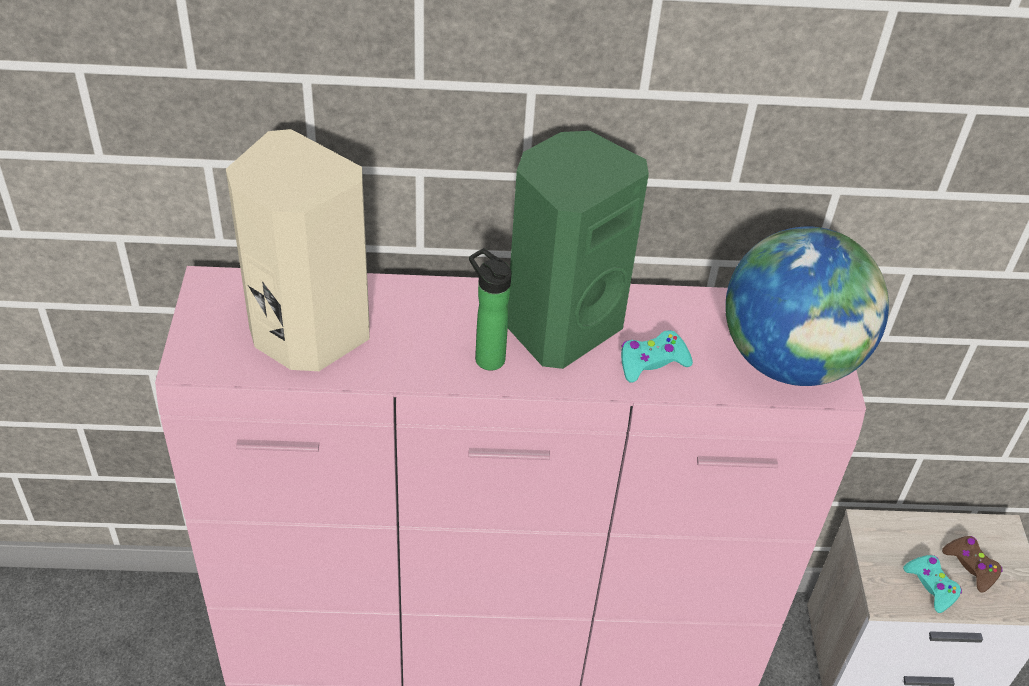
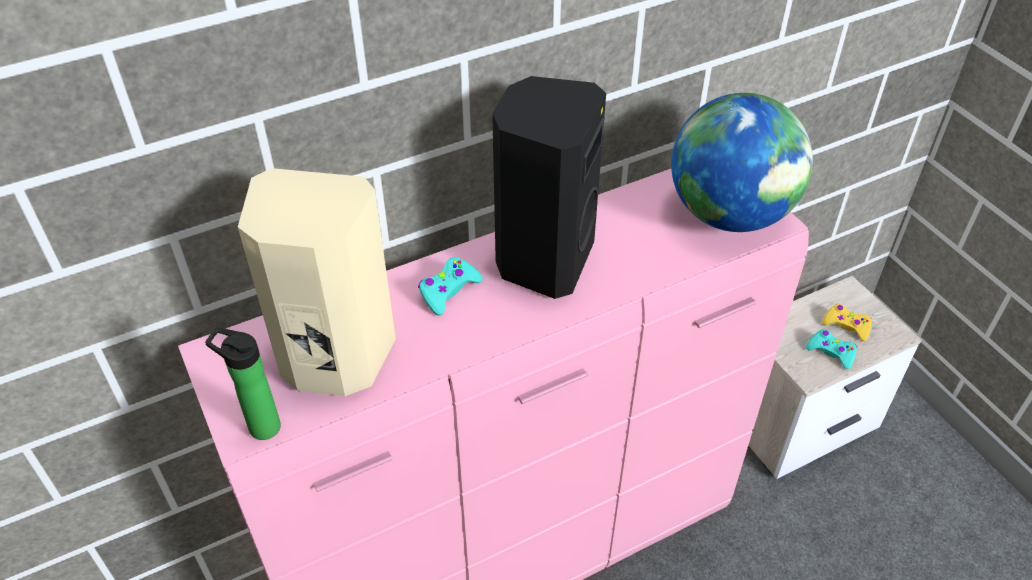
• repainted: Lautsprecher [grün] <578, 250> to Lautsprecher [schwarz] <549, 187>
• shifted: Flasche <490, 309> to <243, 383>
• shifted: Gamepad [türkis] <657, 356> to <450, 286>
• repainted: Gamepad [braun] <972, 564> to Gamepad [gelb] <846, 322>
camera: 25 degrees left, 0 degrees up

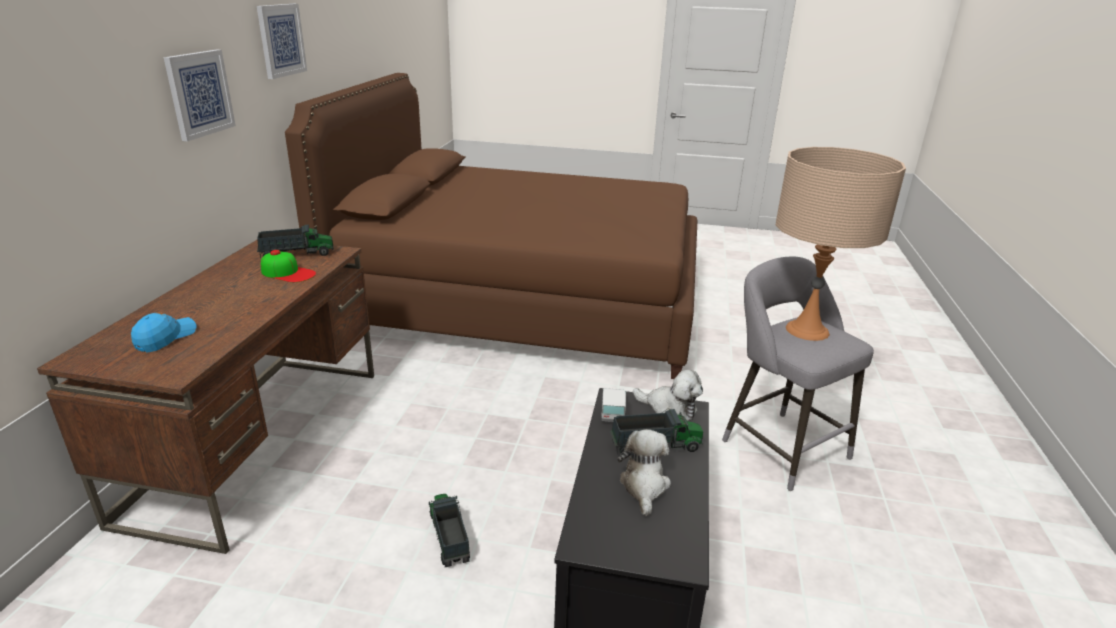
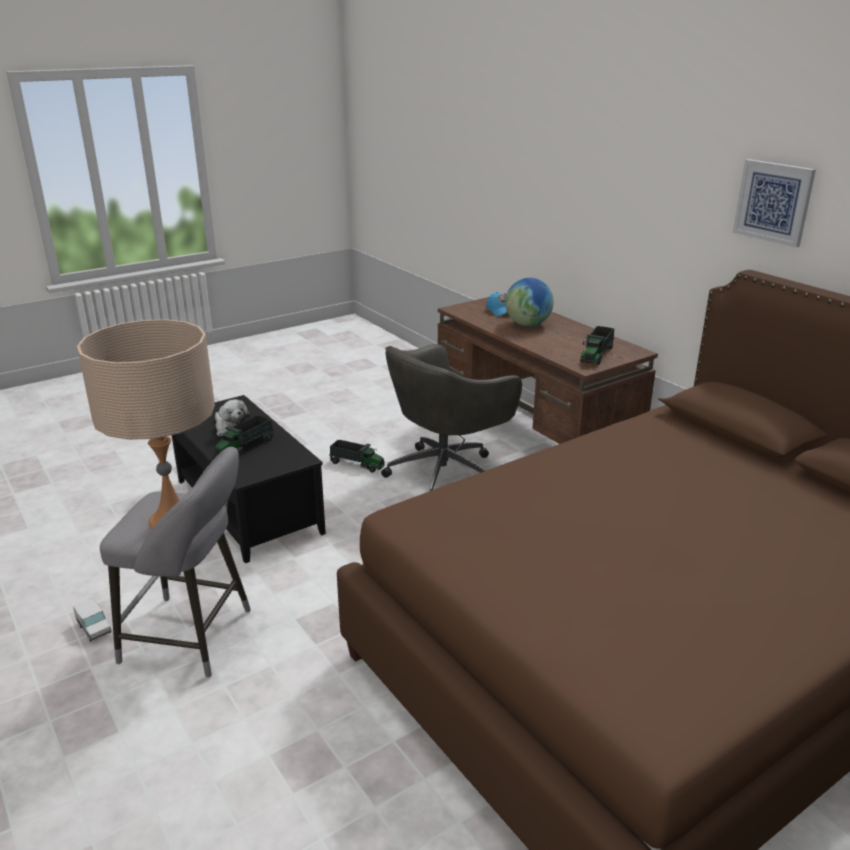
• gone: Bild <200, 95>
• gone: Kappe <288, 266>
• gone: Plüschtier <668, 395>
• shifted: Spielzeuglaster <613, 405> to <92, 620>
• new: Globus <529, 302>
• new: Bürostuhl [grau] <451, 417>
camera: 135 degrees right, 0 degrees up

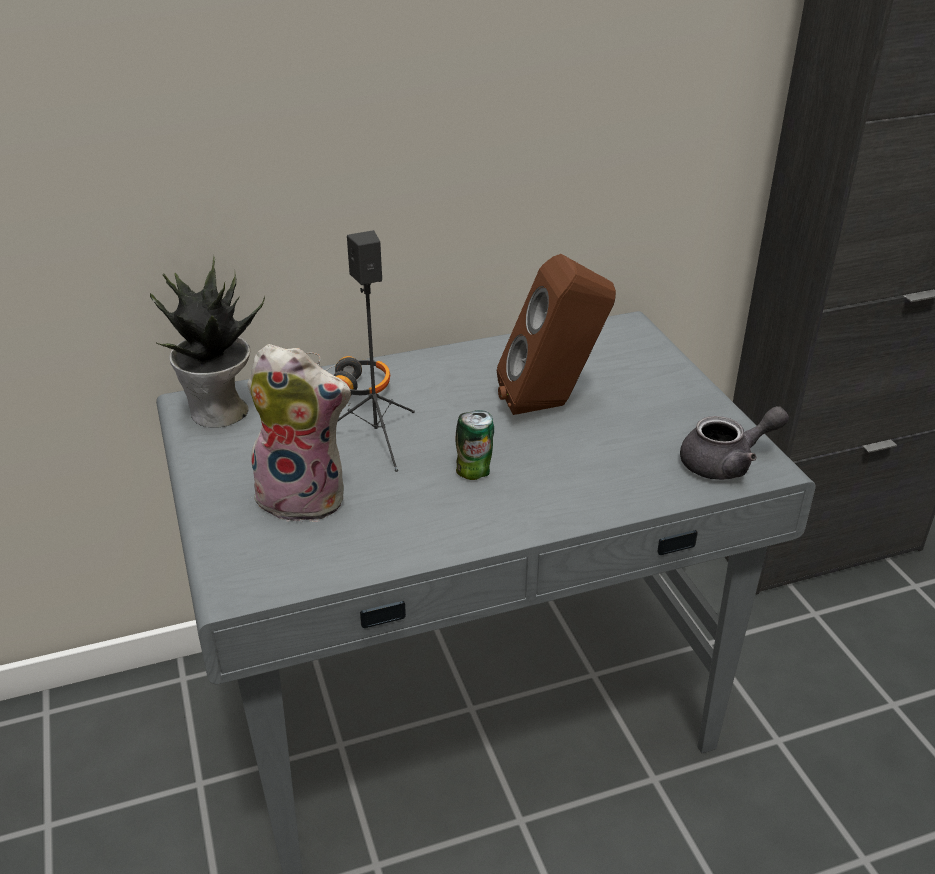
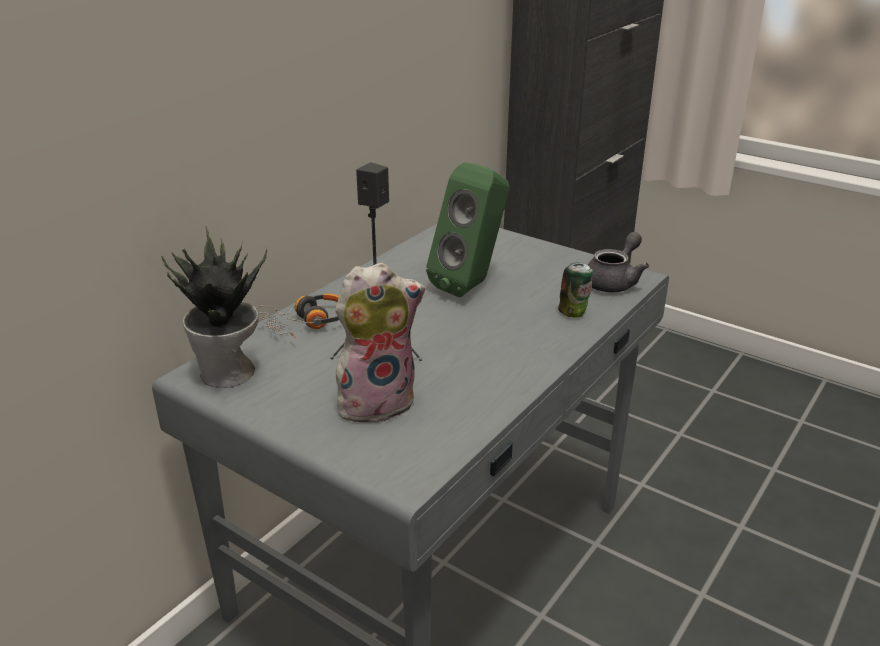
• repainted: Lautsprecher [braun] <556, 334> to Lautsprecher [grün] <467, 229>
• shifted: Dose <474, 445> to <575, 290>
camera: 35 degrees left, 5 degrees down

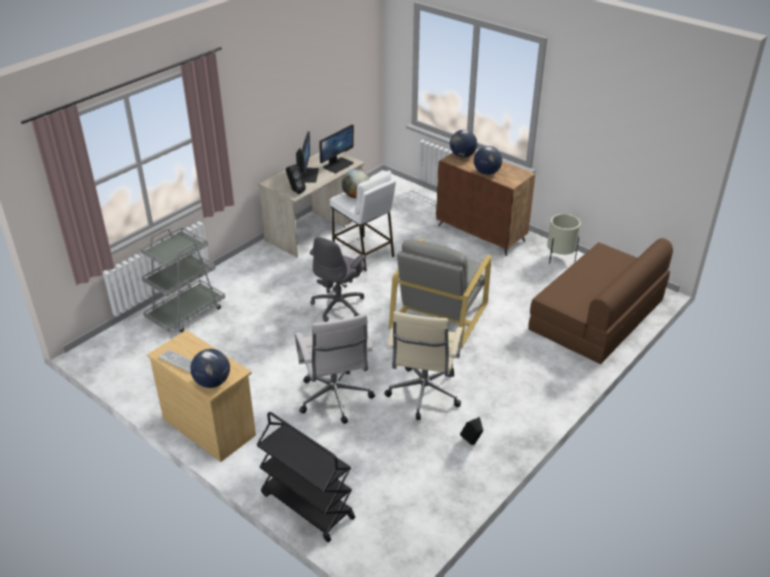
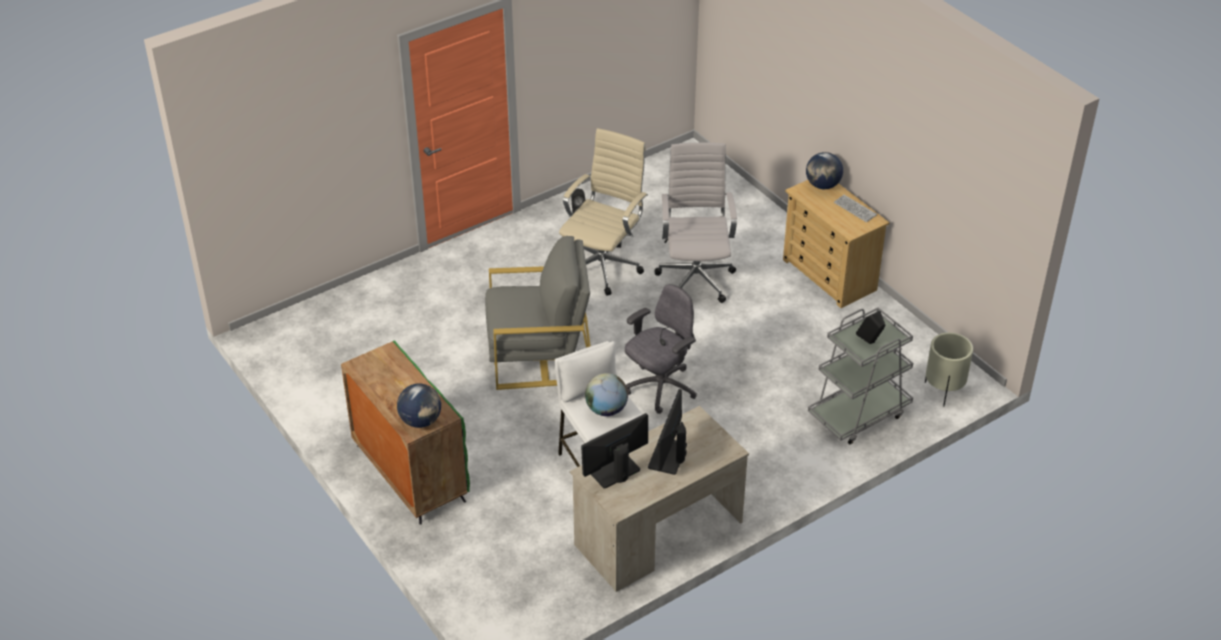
• gone: Globus <488, 160>
• repainted: Schrank [braun] <485, 203> to Schrank [grün] <405, 432>
• shifted: Lautsprecher [schwarz] <296, 179> to <870, 327>
• shifted: Pflanzkübel [beige] <564, 239> to <949, 369>
• gone: Sofa [braun] <600, 301>
• rotated: Sessel [grau] <440, 294> = <538, 313> 45 degrees clockwise
• gone: Rollwagen [schwarz] <305, 477>
camera: 165 degrees left, 5 degrees up

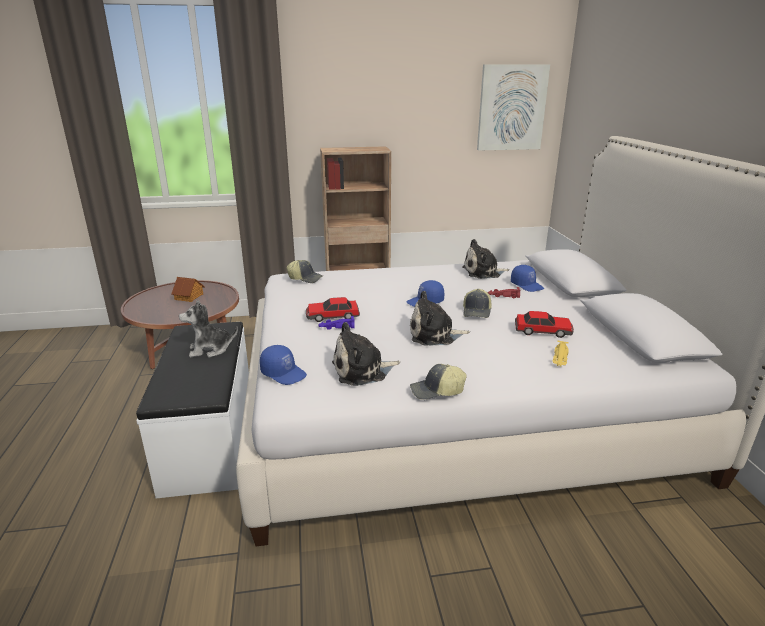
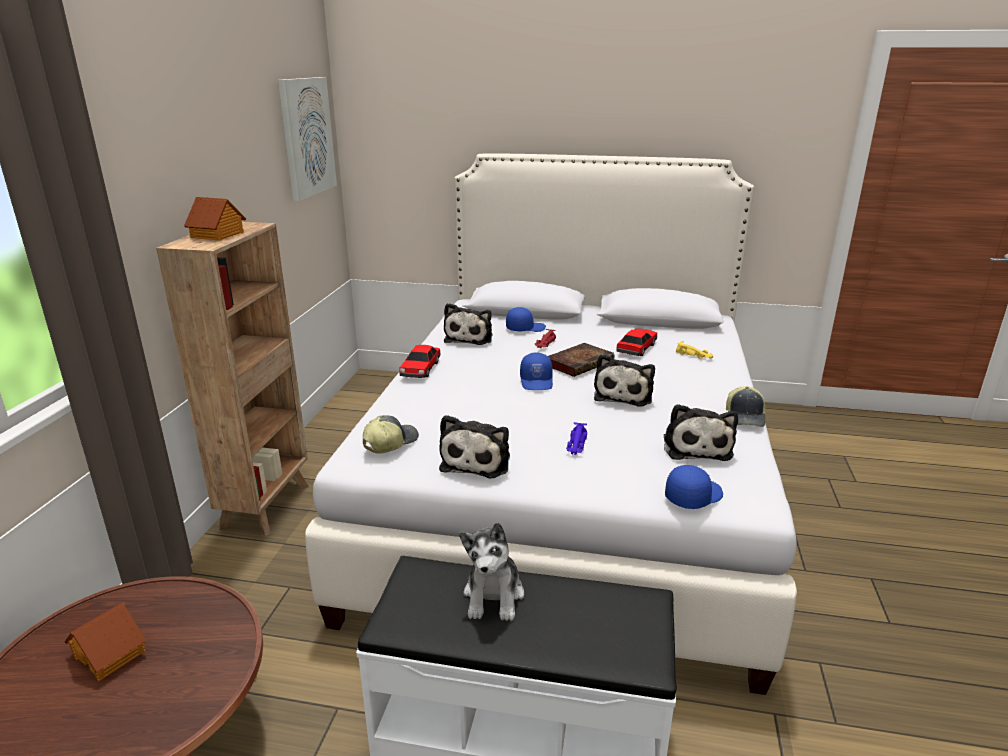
• swapped: Kappe <477, 303> to Buch <581, 360>
• shifted: Spielzeugauto <333, 309> to <419, 361>
• new: Spielzeughaus <215, 219>
• new: Plüschtier <474, 447>
camera: 70 degrees left, 0 degrees up

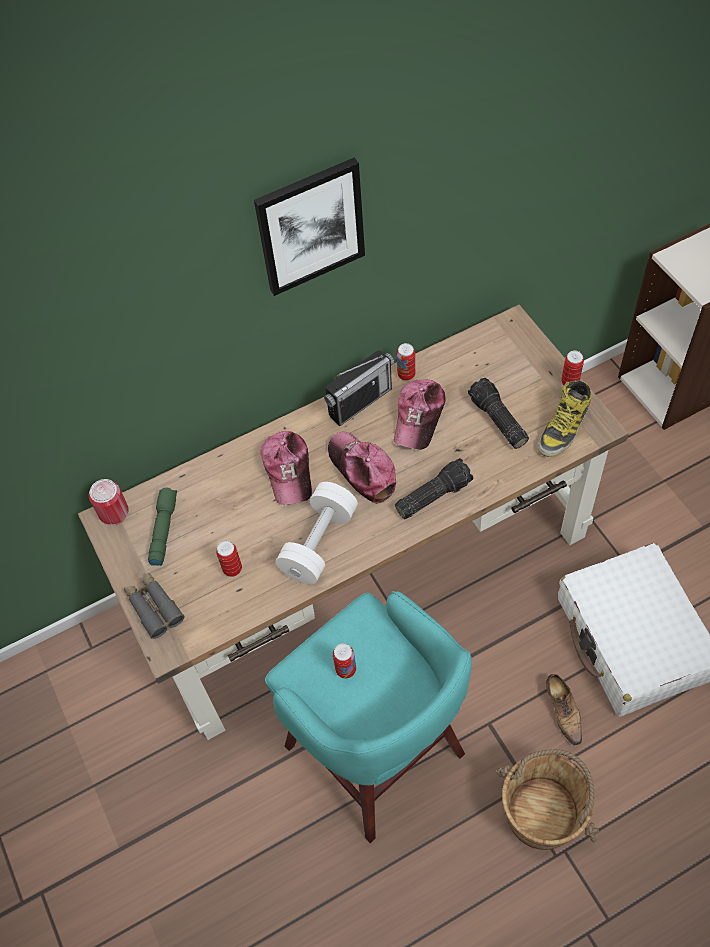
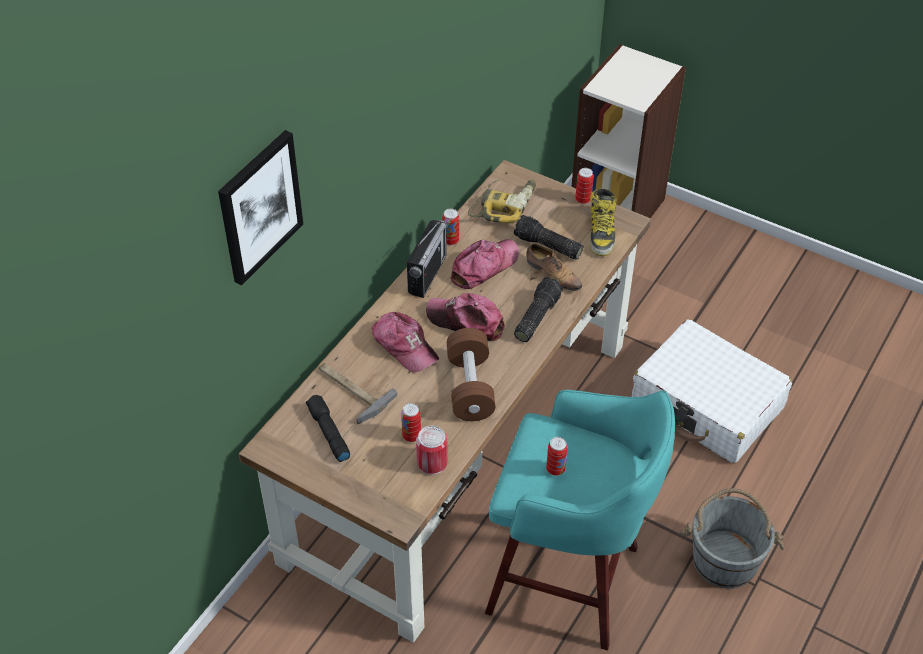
• shifted: Bild <309, 227> to <260, 207>
• rotated: Kappe <420, 414> = <484, 264> 120 degrees counterclockwise
• shifted: Dose <109, 502> to <432, 450>
• repainted: Hantel [weiß] <317, 533> to Hantel [braun] <471, 374>
• repainted: Taschenlampe [grün] <162, 527> to Taschenlampe [schwarz] <328, 428>
• gone: Fernglas [grau] <154, 606>
• shifted: Schuh <564, 710> to <554, 267>
• repainted: Eimer [braun] <547, 799> to Eimer [grau] <732, 538>
• new: Bohrmaschine <502, 201>
• new: Hammer <358, 393>
camera: 35 degrees left, 10 degrees down

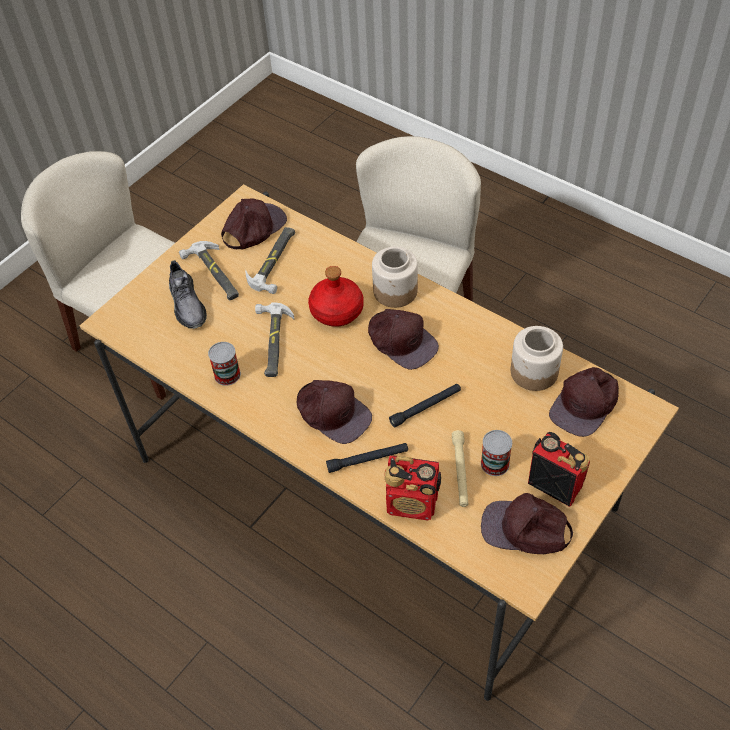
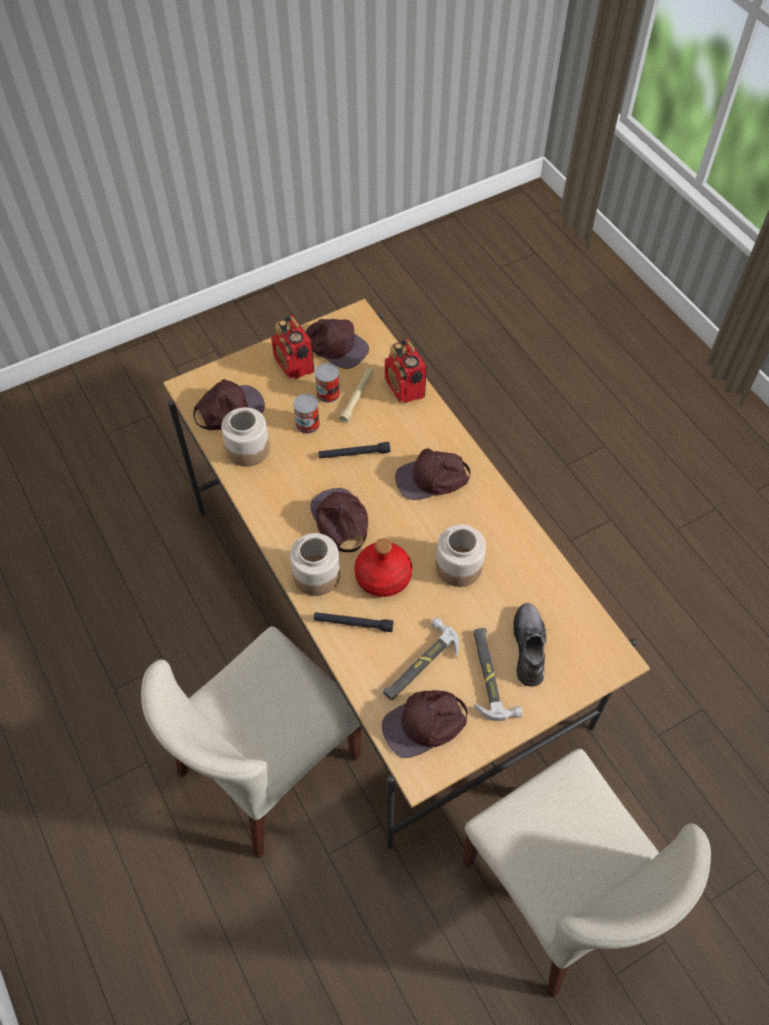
• swapped: Hammer <275, 340> to Vorratsglas <461, 555>
• shifted: Dose <224, 364> to <306, 414>
• rotated: Kappe [braun] <334, 412> = <432, 474> 75 degrees counterclockwise
• shifted: Taschenlampe [schwarz] <367, 458> to <354, 622>
• rotated: Radio <412, 488> = <406, 371> 150 degrees counterclockwise
camera: 160 degrees left, 5 degrees up

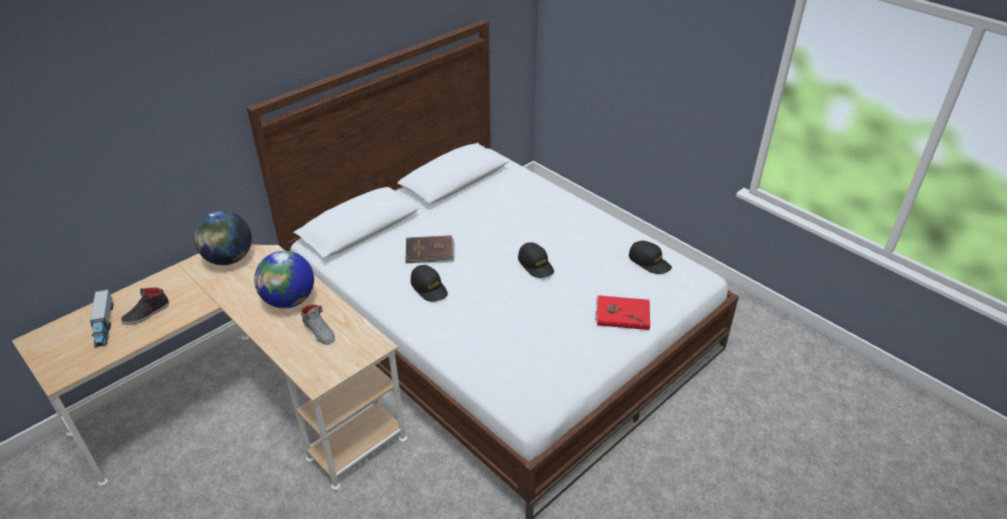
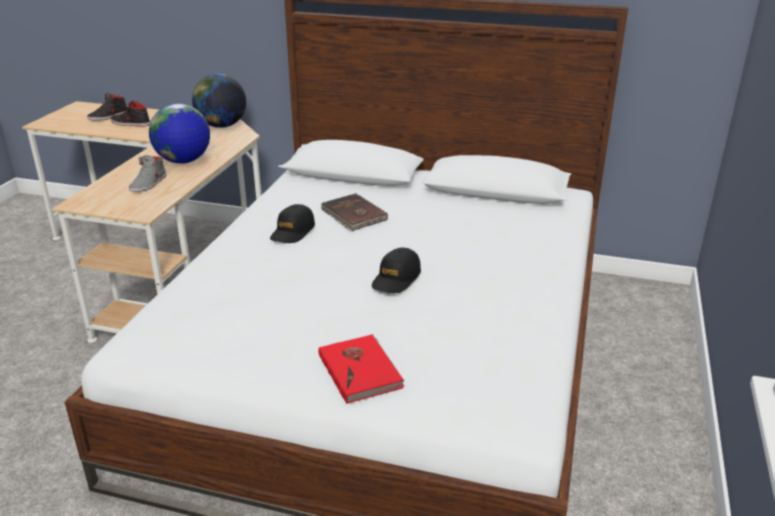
• gone: Kappe [schwarz] <650, 257>
• swapped: Spielzeuglaster <102, 318> to Schuh [schwarz] <107, 107>
camera: 60 degrees right, 10 degrees down

